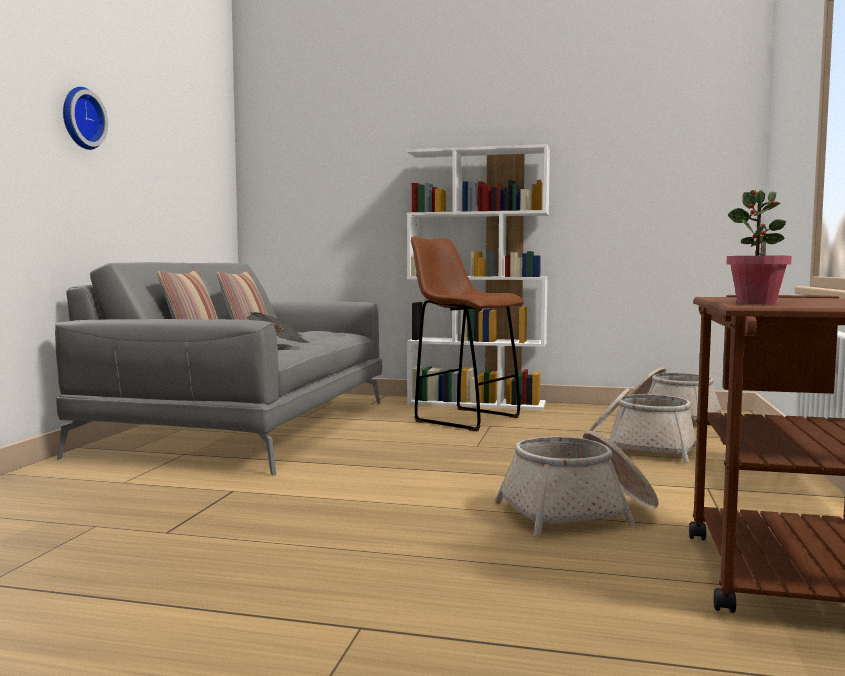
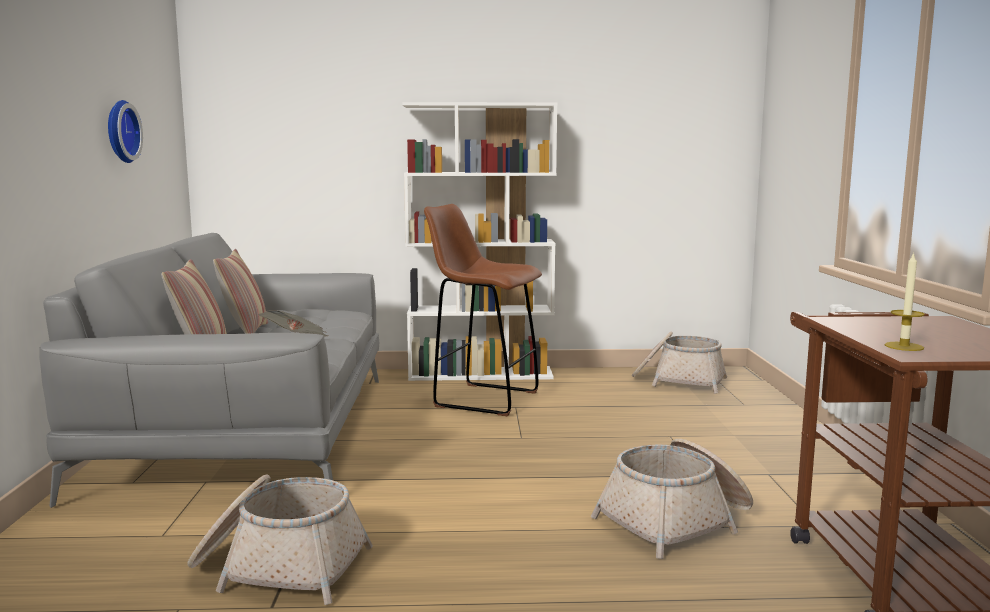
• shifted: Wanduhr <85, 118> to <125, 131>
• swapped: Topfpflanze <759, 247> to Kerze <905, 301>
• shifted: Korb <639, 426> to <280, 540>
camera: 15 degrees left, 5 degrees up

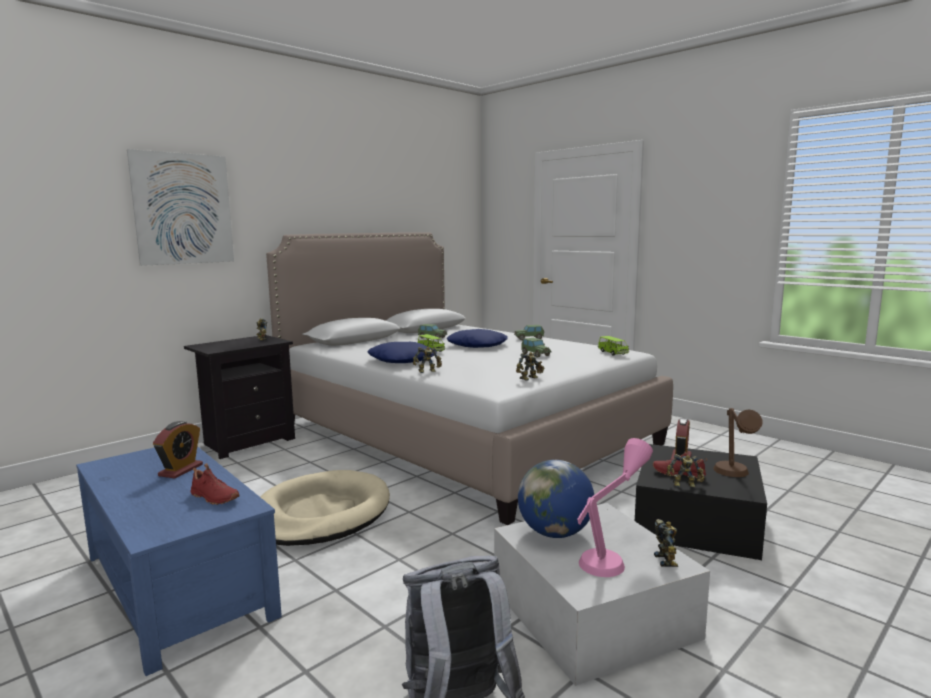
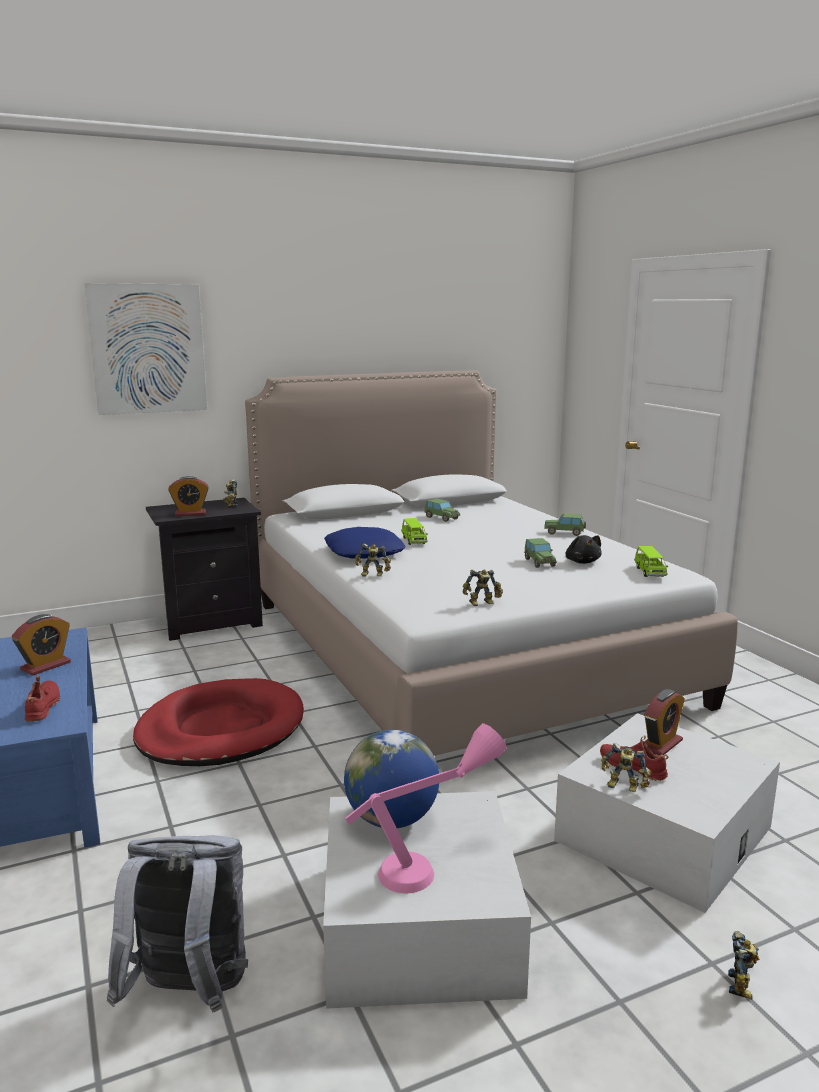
• gone: Kissen [blau] <477, 338>
• gone: Tischlampe [braun] <738, 442>
• repainted: Aufbewahrungsbox [schwarz] <701, 502> to Aufbewahrungsbox [weiß] <667, 813>
• rotated: Schuh [rot] <215, 484> = <42, 699> 150 degrees counterclockwise
• repainted: Hundebett [beige] <325, 508> to Hundebett [rot] <218, 722>
• shifted: Spielzeugroboter <666, 543> to <743, 965>
• new: Wecker <188, 496>
• new: Plüschtier [schwarz] <583, 549>
camera: 20 degrees right, 5 degrees up

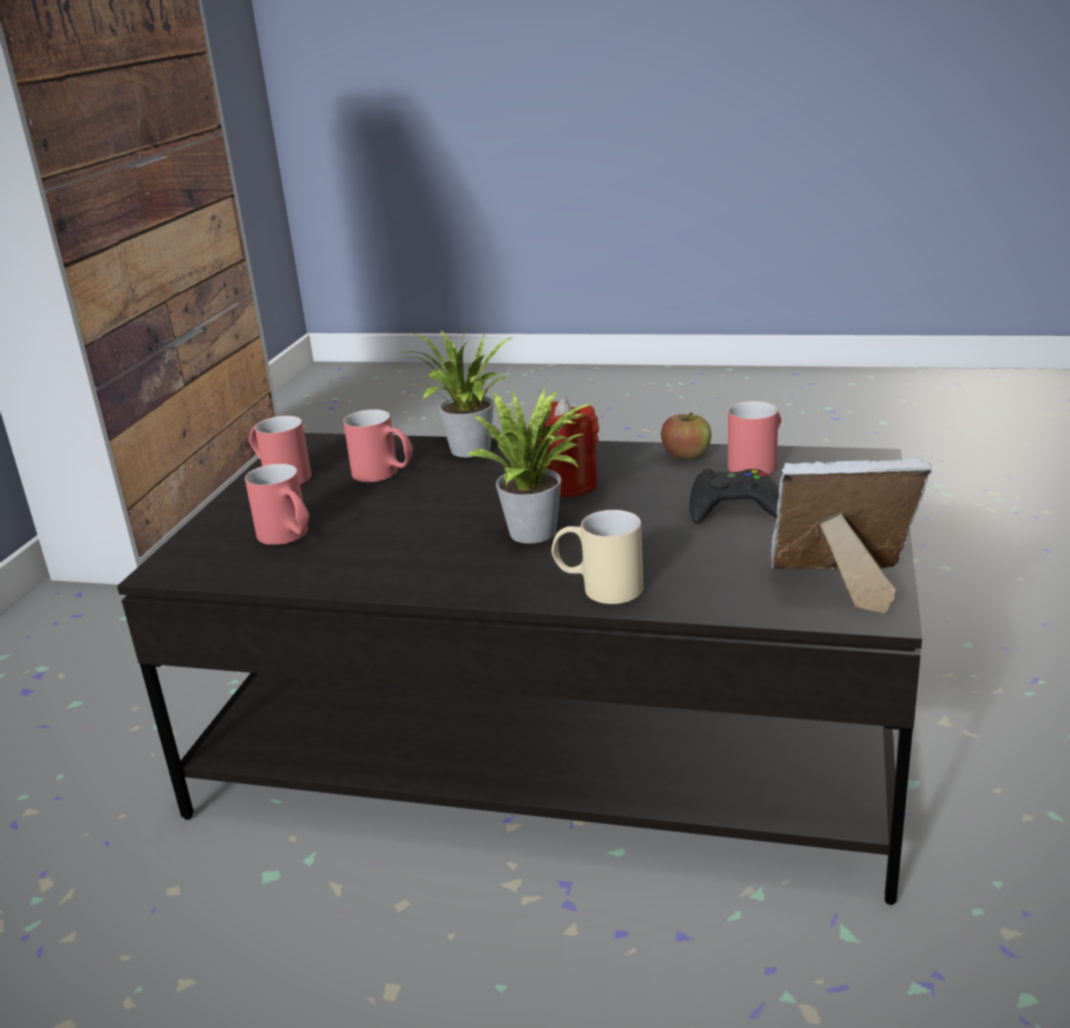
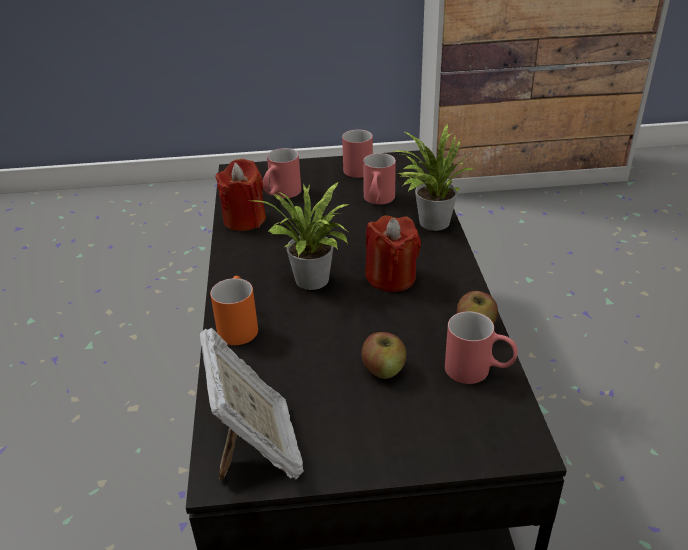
• swapped: Gamepad [schwarz] <734, 496> to Apfel <383, 355>
• repainted: Henkelbecher [beige] <597, 557> to Henkelbecher [orange] <234, 310>
• new: Kerze [rot] <240, 195>
camera: 70 degrees right, 10 degrees up

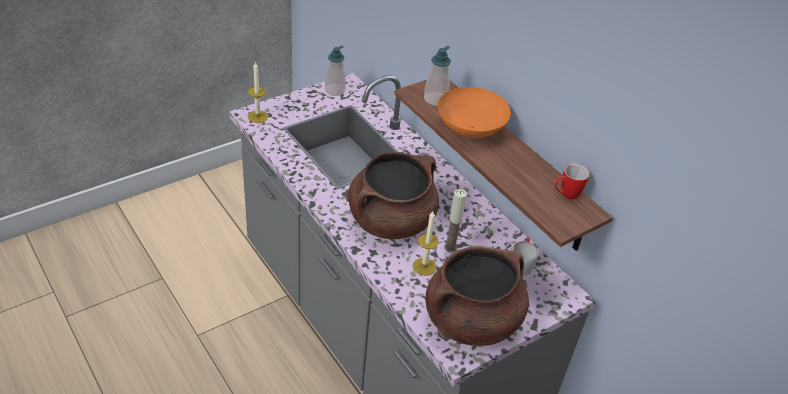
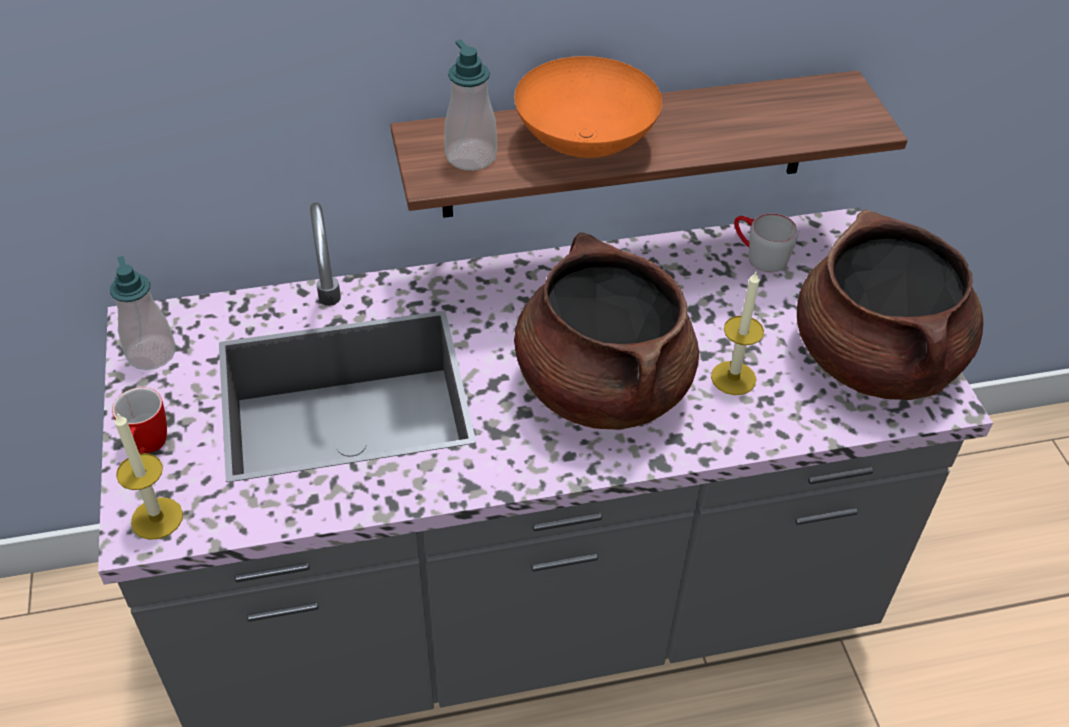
• shifted: Henkelbecher <572, 182> to <139, 420>
• gone: Kerze <455, 220>
camera: 65 degrees left, 5 degrees up

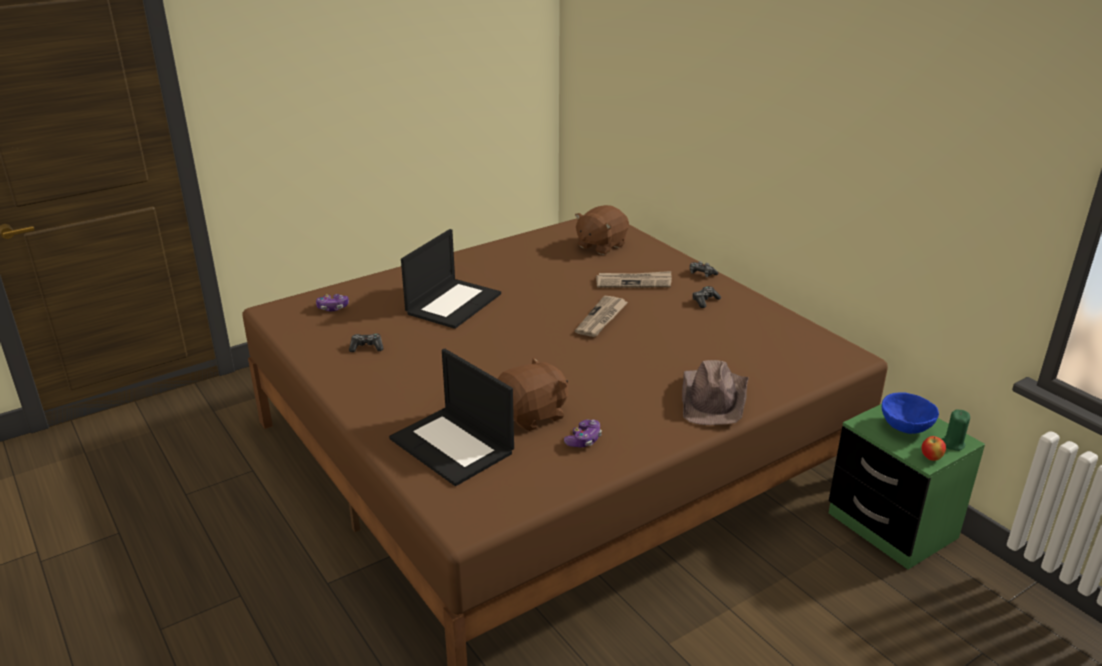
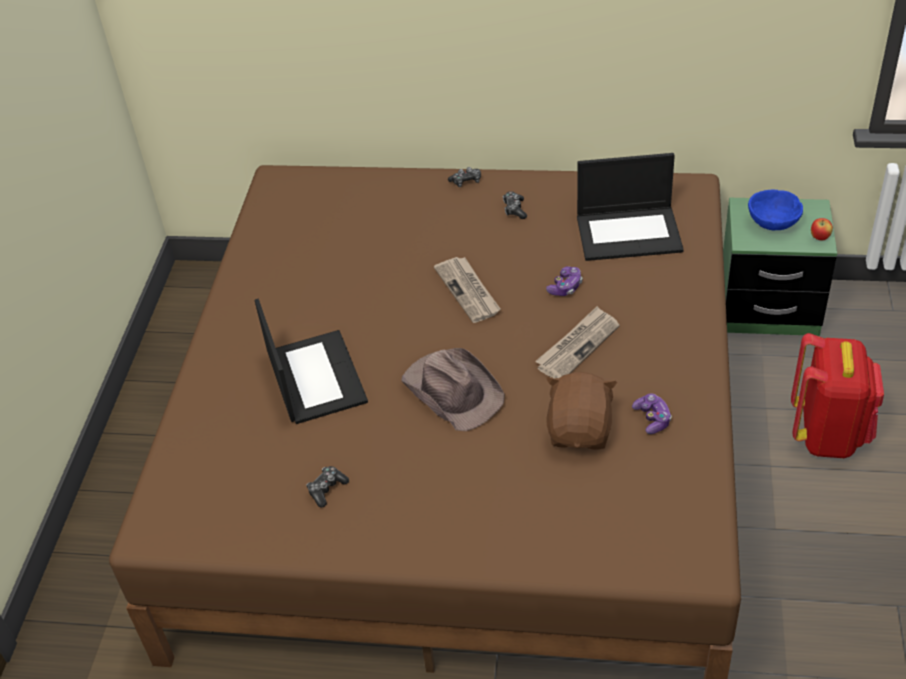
• gone: Plüschtier [braun] <602, 230>
• shifted: Zeitung <634, 279> to <577, 342>
• shifted: Gamepad <332, 302> to <564, 281>
• shifted: Laptop <451, 417> to <630, 207>
• shifted: Hut [braun] <715, 392> to <453, 389>
• gone: Kerze [grün] <956, 430>
• new: Rucksack [rot] <837, 395>
camera: 45 degrees left, 15 degrees up

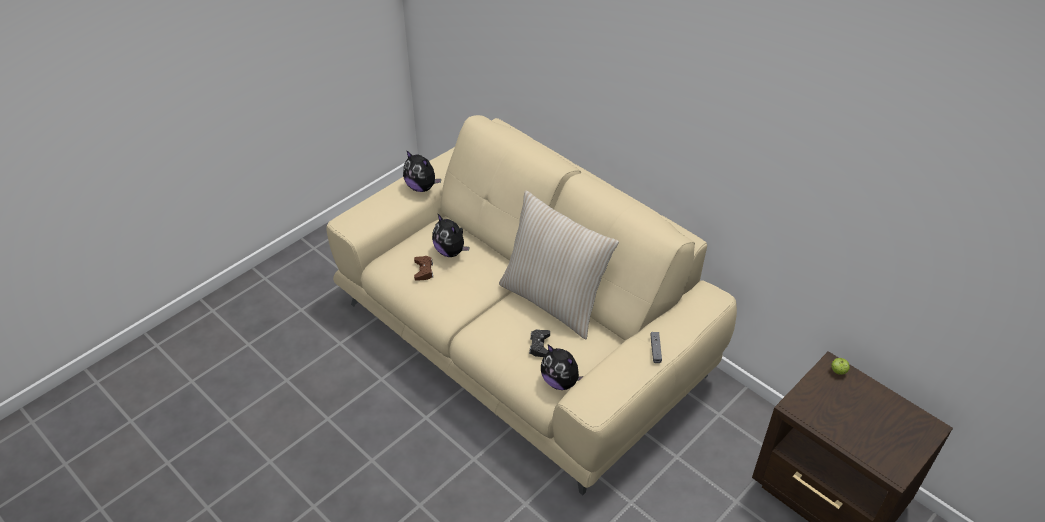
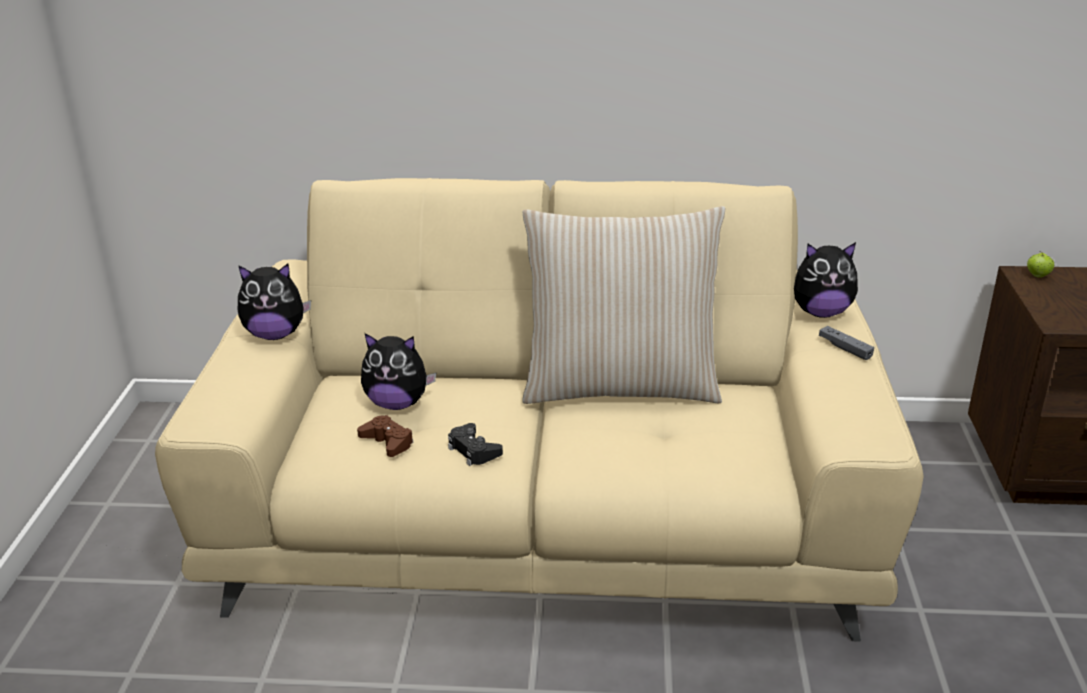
• shifted: Gamepad [schwarz] <539, 343> to <475, 444>
• shifted: Plüschtier <562, 367> to <826, 280>
camera: 40 degrees left, 15 degrees down

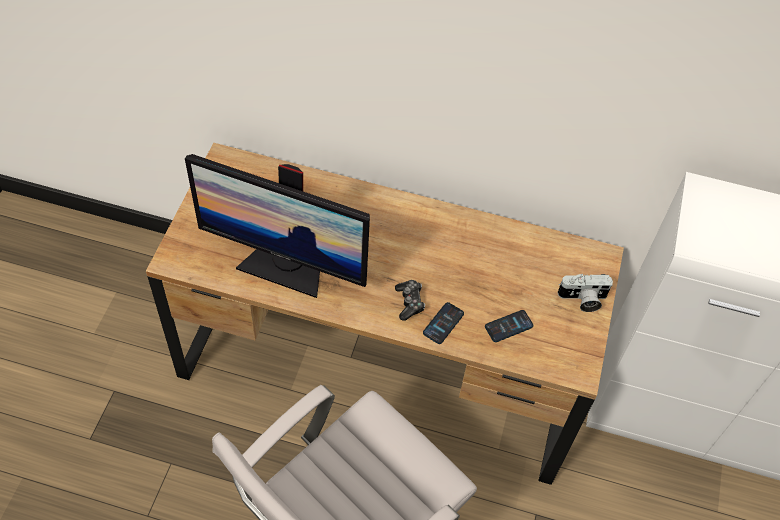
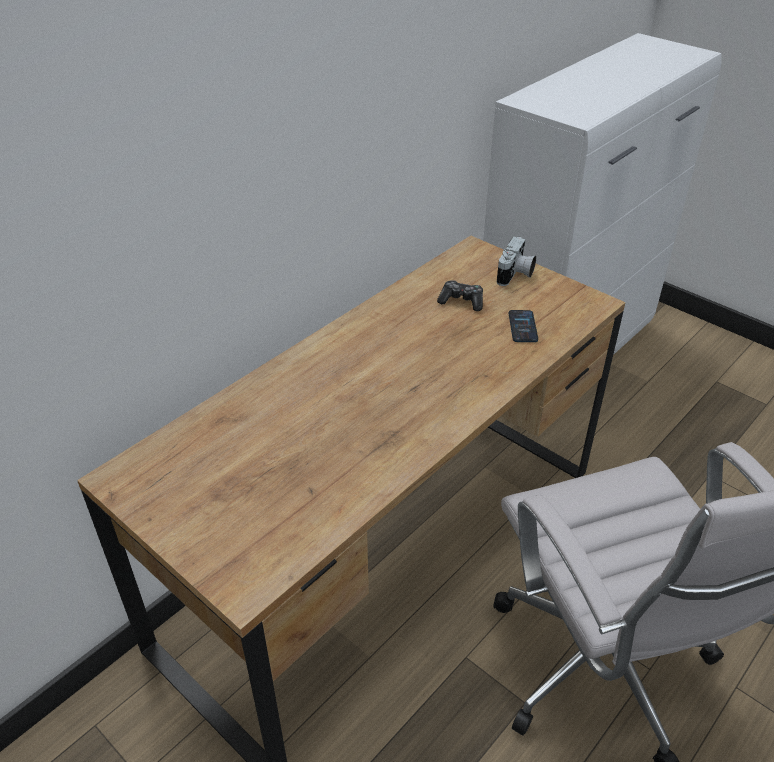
• gone: Monitor <277, 226>
• shifted: Gamepad <410, 300> to <460, 295>
• gone: Handy <443, 323>
camera: 60 degrees left, 15 degrees down

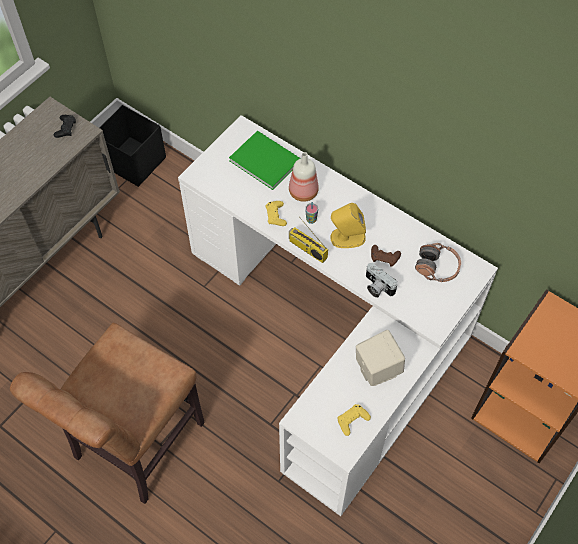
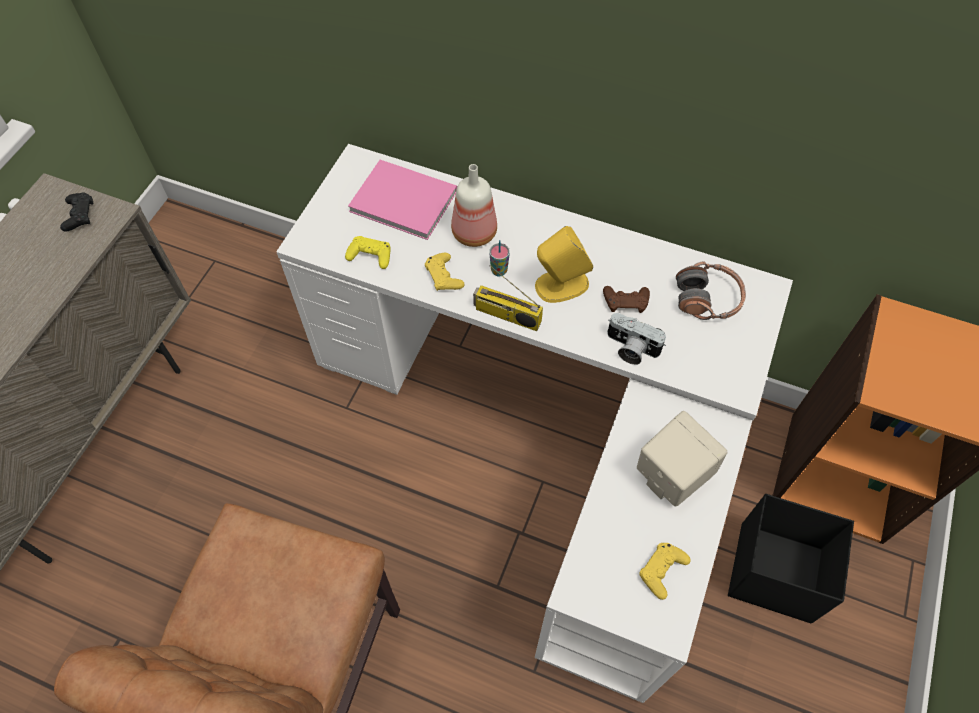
• shifted: Aufbewahrungsbox [schwarz] <133, 146> to <791, 559>
• repainted: Buch [grün] <265, 160> to Buch [rosa] <402, 200>
• new: Gamepad [gelb] <367, 252>
camera: 15 degrees left, 0 degrees up

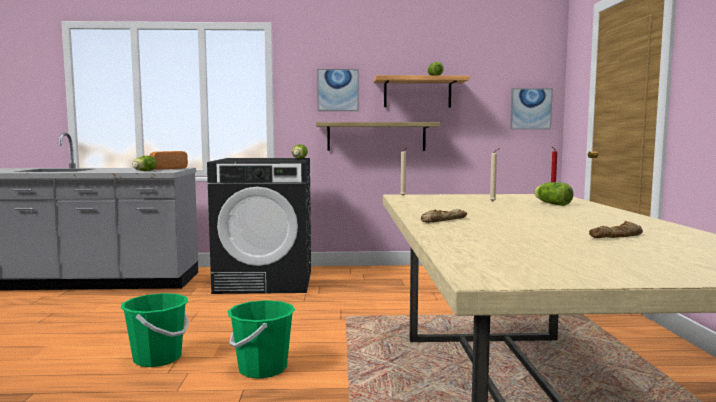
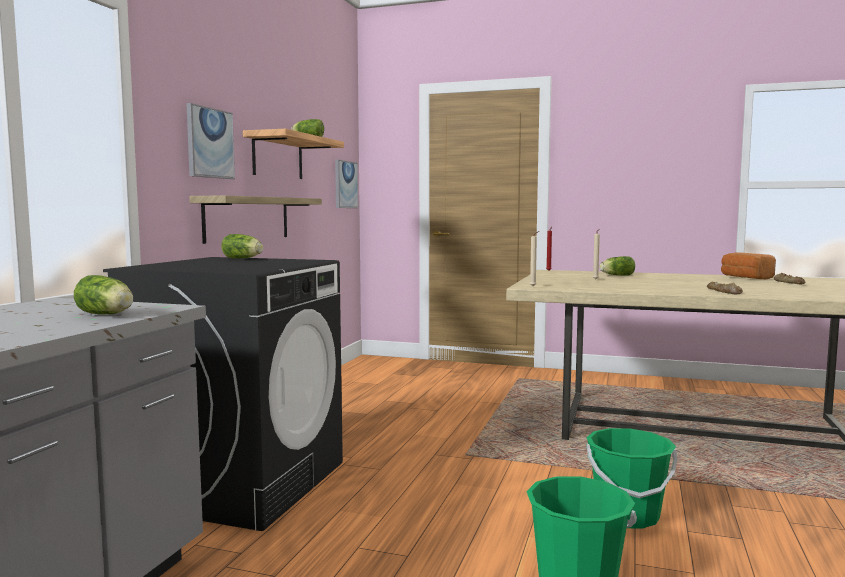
• shifted: Brot <169, 160> to <748, 265>
camera: 70 degrees left, 0 degrees up

